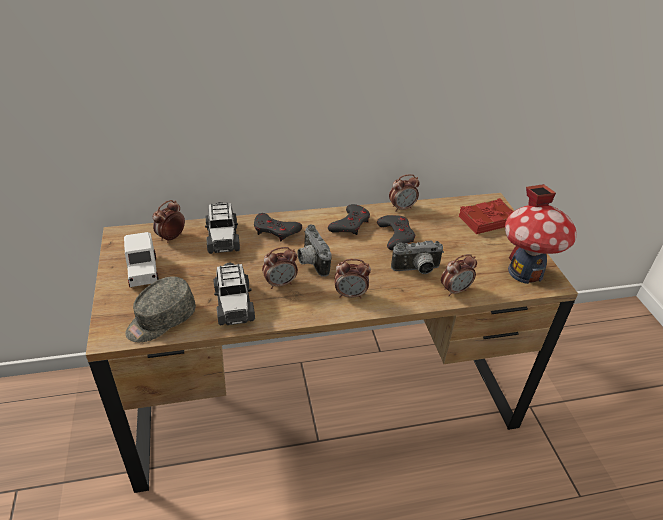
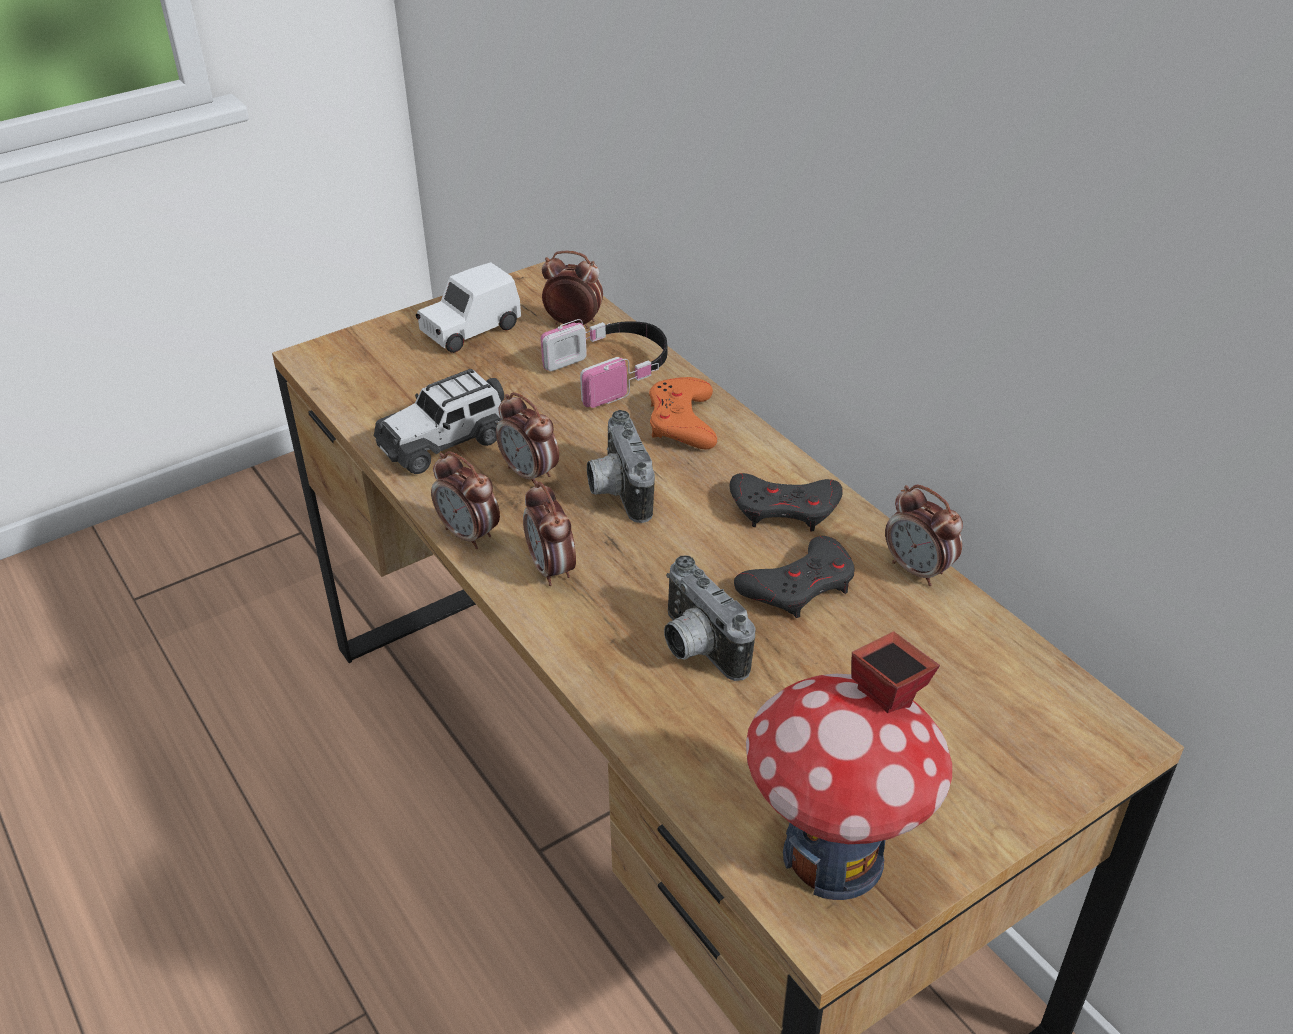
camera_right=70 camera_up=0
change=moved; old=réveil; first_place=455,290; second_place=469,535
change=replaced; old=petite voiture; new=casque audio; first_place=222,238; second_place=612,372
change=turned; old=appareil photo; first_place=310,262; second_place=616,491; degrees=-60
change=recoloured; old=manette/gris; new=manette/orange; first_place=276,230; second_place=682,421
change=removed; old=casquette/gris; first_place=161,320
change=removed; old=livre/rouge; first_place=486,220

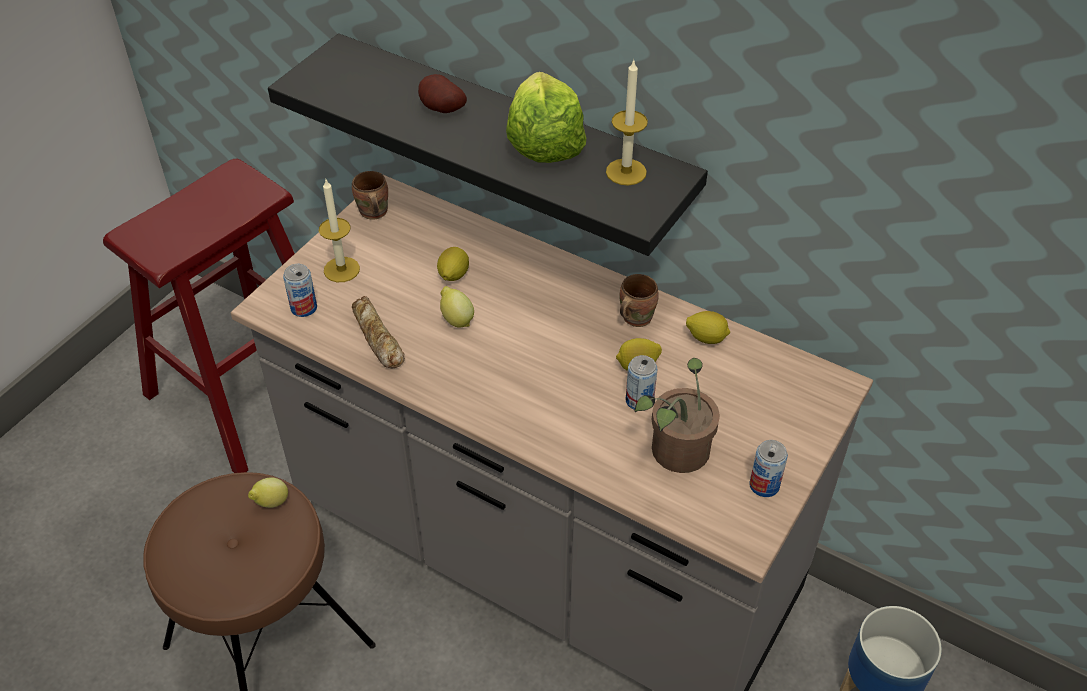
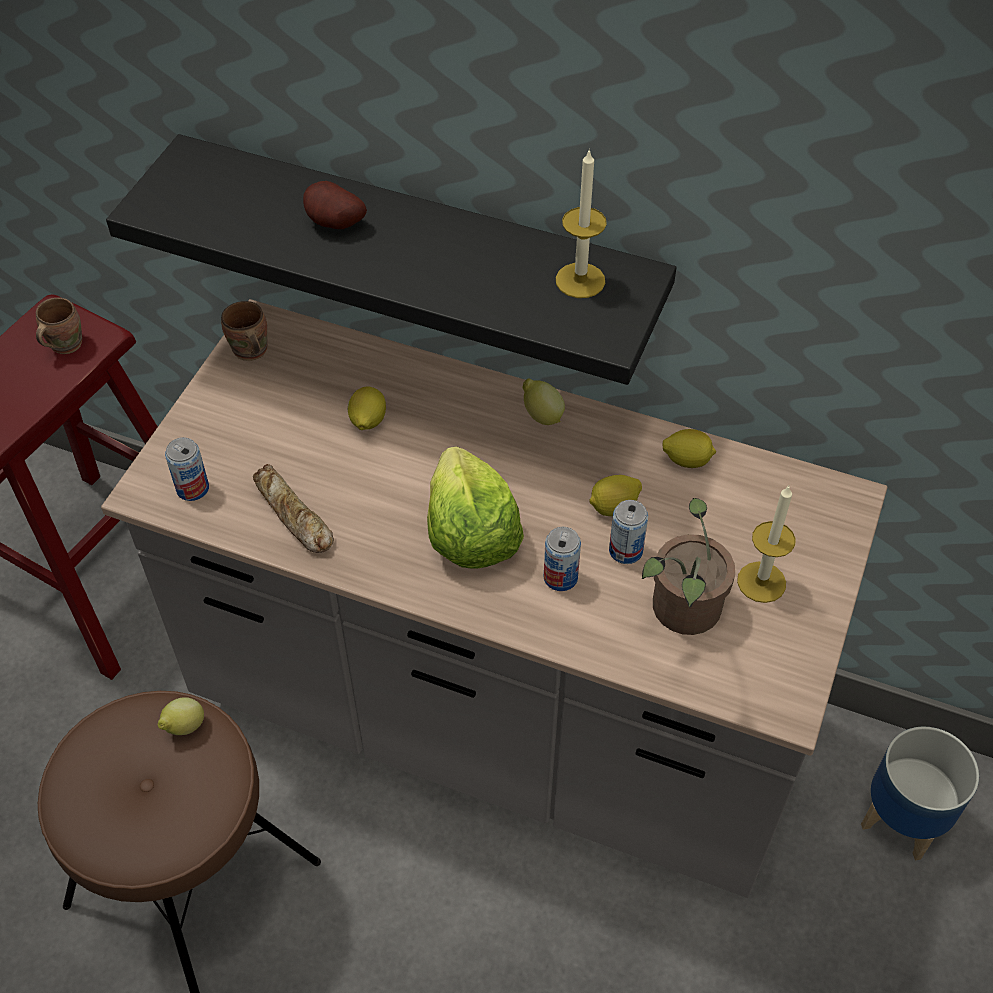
camera_right=-10 camera_up=5
change=moved; old=mug/marron; first_place=634,317; second_place=63,344
change=moved; old=laitue; first_place=544,143; second_place=470,533
change=moved; old=citron; first_place=456,319; second_place=541,415
change=moved; old=boîte métallique; first_place=764,485; second_place=560,577
change=moved; old=bougie; first_place=341,269; second_place=761,582

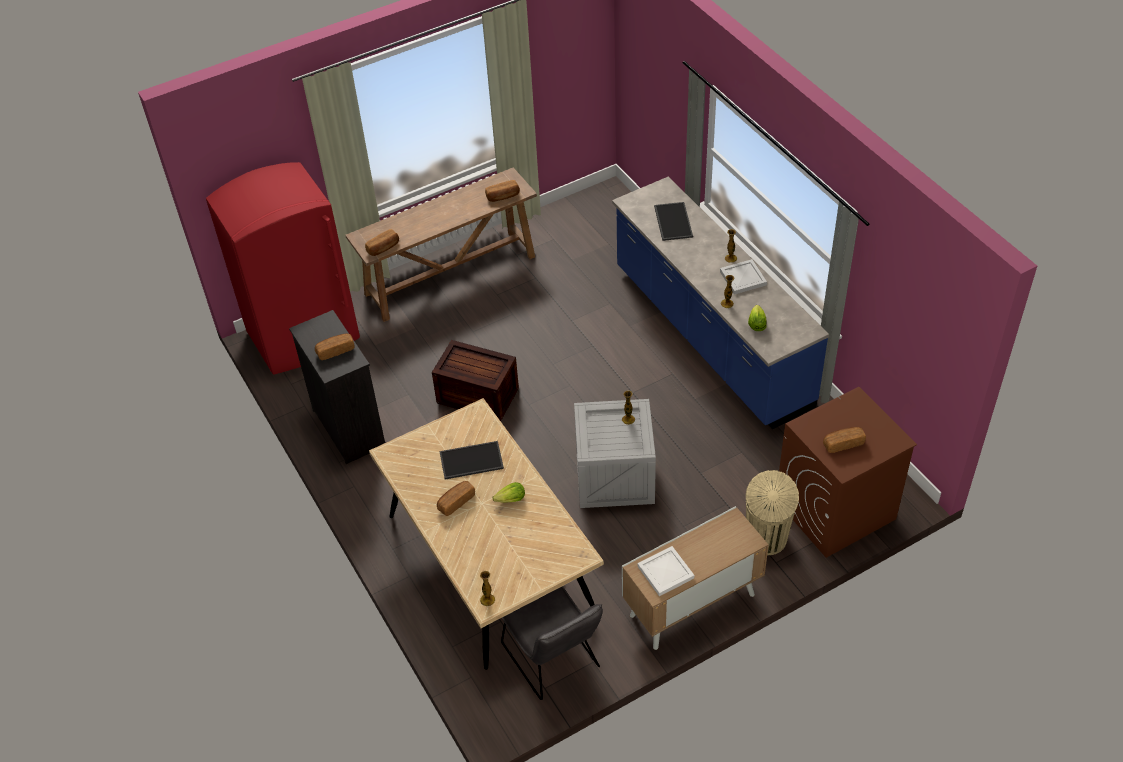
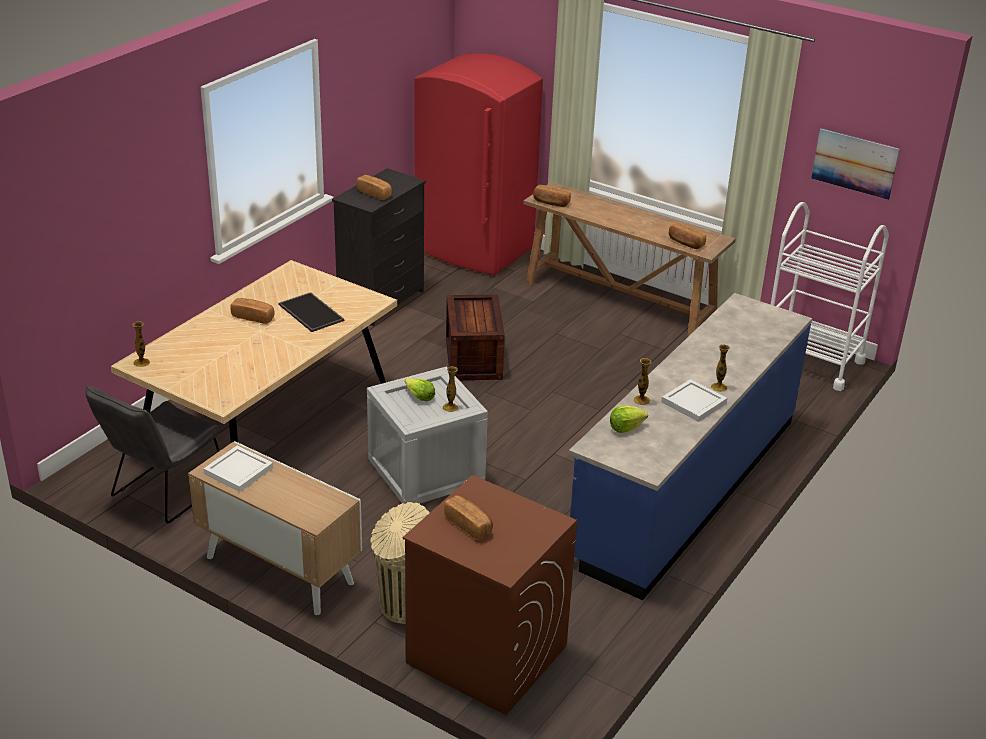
camera_right=60 camera_up=-15
change=moved; old=laitue; first_place=511,499; second_place=419,397
change=added; new=chariot/blanc; second_place=811,362
change=added; new=tableau; second_place=854,163
change=removed; old=plateau; first_place=672,221

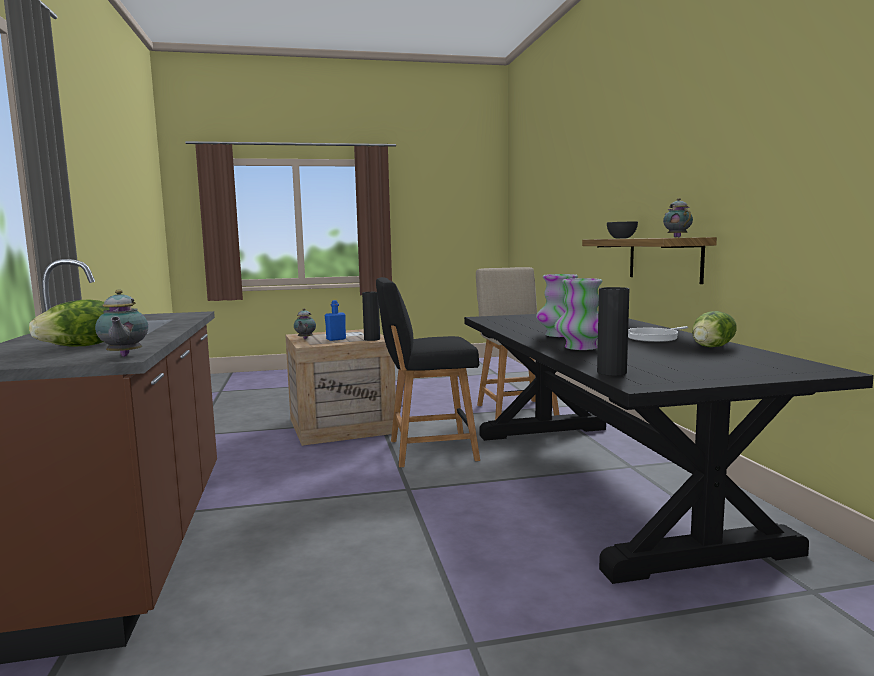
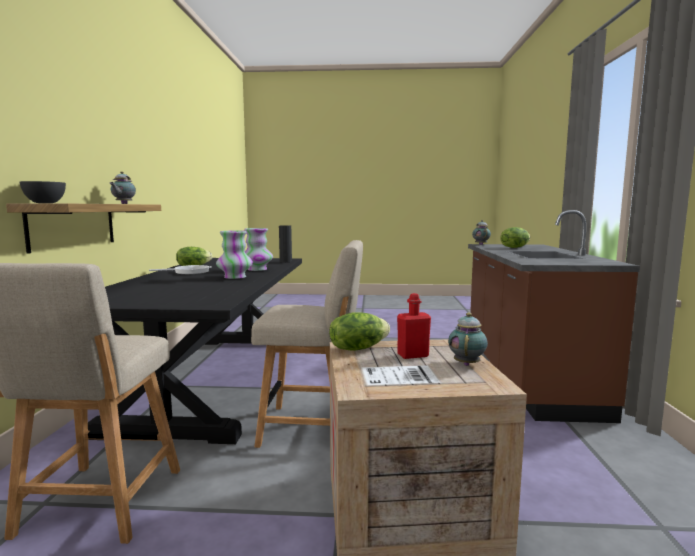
camera_right=-165 camera_up=0
change=recoloured; old=chaise/noir; new=chaise/beige; first_place=427,450; second_place=313,427
change=replaced; old=vase/noir; new=laitue; first_place=372,339; second_place=357,348
change=recoloured; old=bouteille/bleu; new=bouteille/rouge; first_place=336,339; second_place=413,355

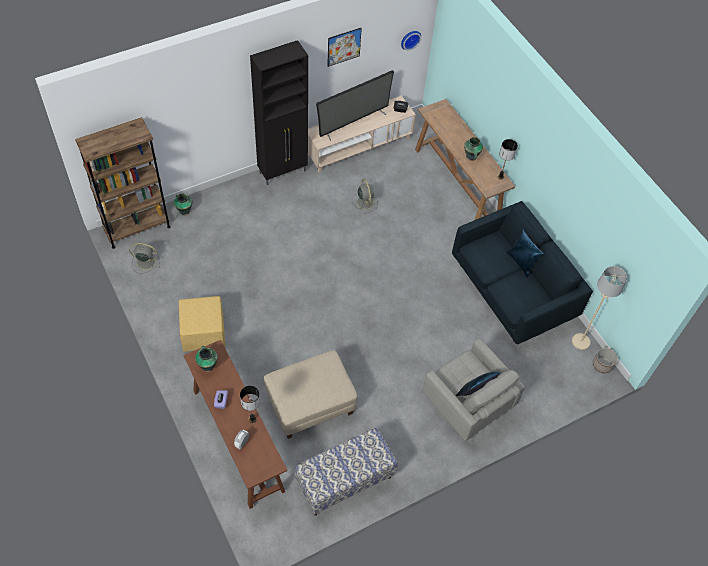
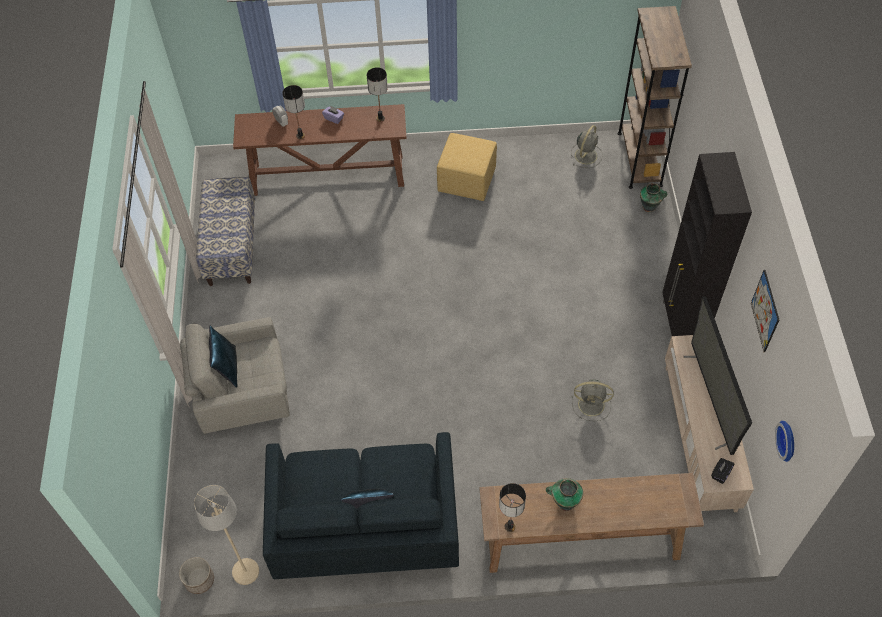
camera_right=120 camera_up=0
change=replaced; old=vase; new=lampe de table; first_place=207,365; second_place=380,118
change=removed; old=pouf/beige; first_place=310,404

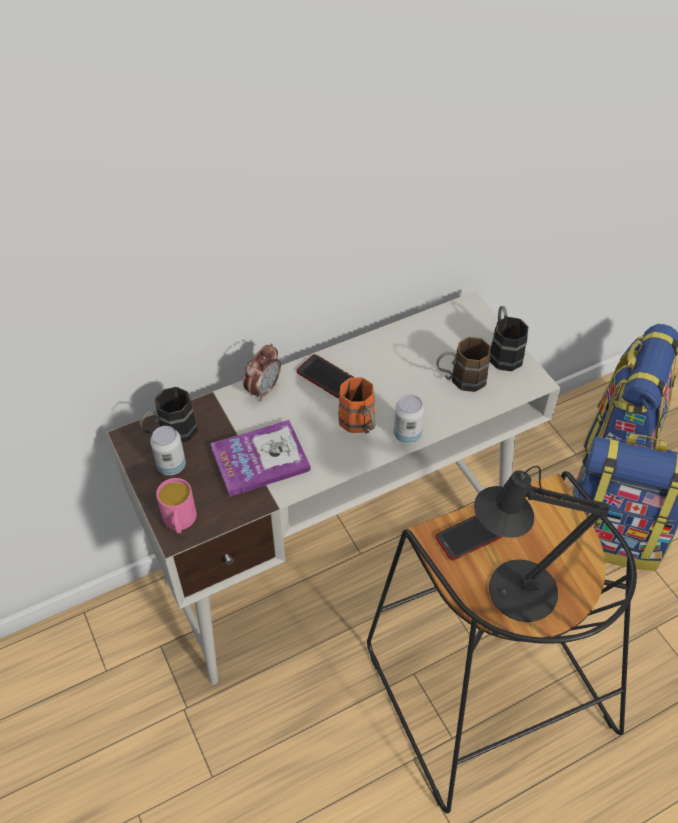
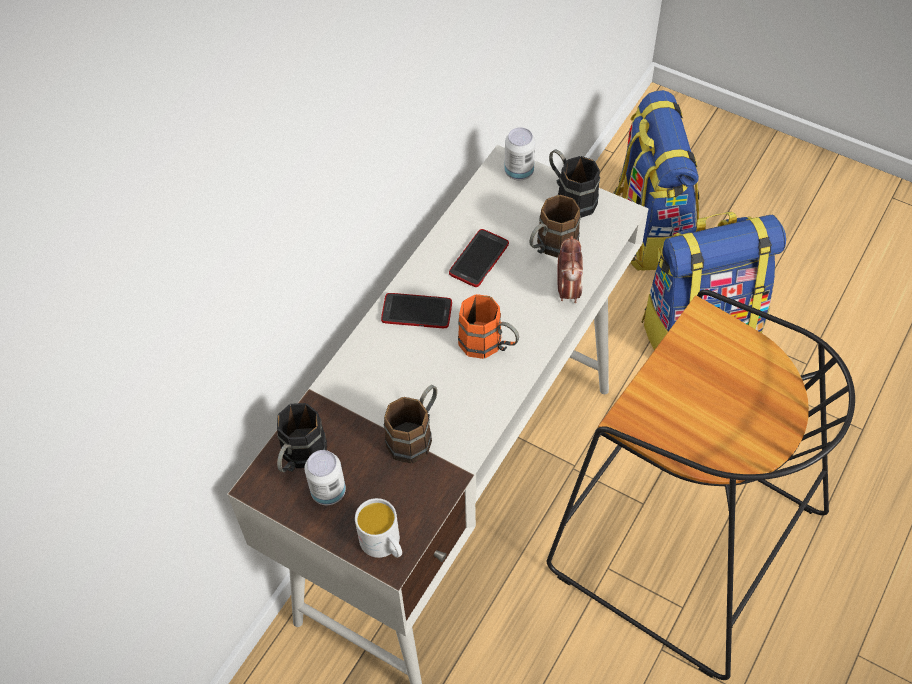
camera_right=-30 camera_up=5
change=recoloured; old=mug/rose; new=mug/blanc; first_place=180,522; second_place=384,545
change=replaced; old=livre; new=mug/marron; first_place=260,459; second_place=416,434
change=moved; old=téléphone; first_place=469,536; second_place=479,259
change=moved; old=boîte métallique; first_place=407,434; second_place=519,172
change=moved; old=réveil; first_place=263,390; second_place=568,290
change=removed; old=lampe de table/noir; first_place=512,592

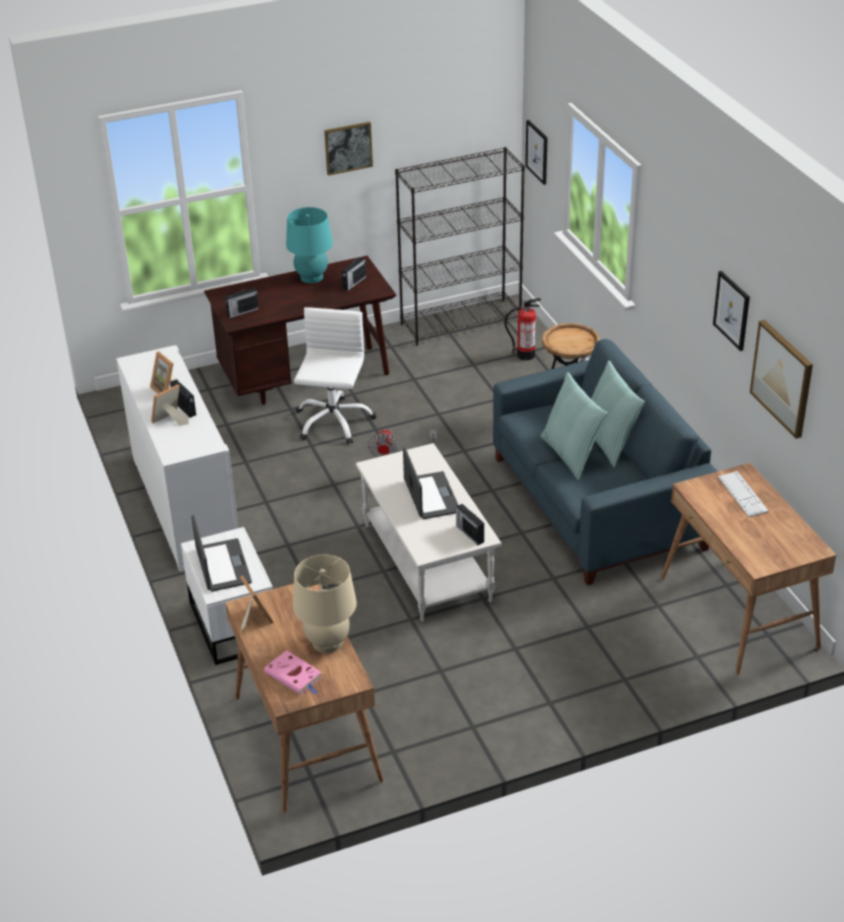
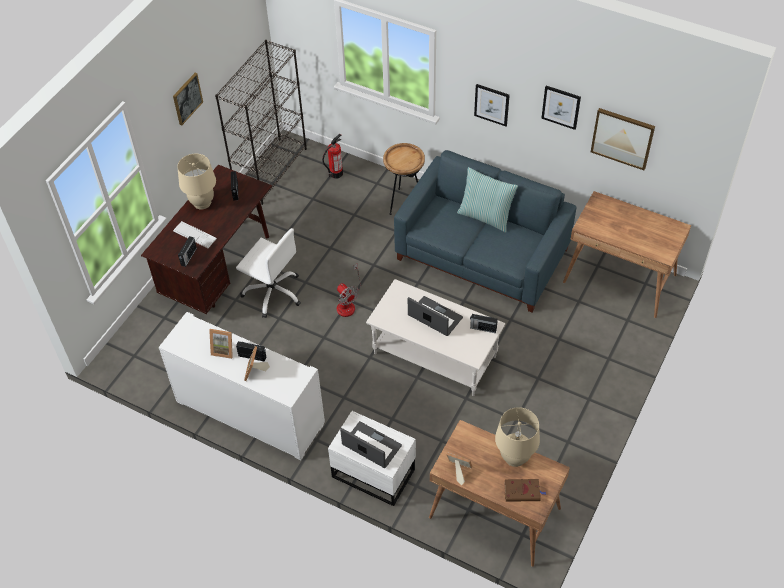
camera_right=-40 camera_up=15
change=moved; old=clavier; first_place=742,494; second_place=194,235
change=recoloured; old=lampe de table/turquoise; new=lampe de table/beige; first_place=311,277; second_place=202,202
change=turned; old=chaise de bureau/blanc; first_place=333,421; second_place=273,292; degrees=150
change=moved; old=tableau; first_place=537,152; second_place=491,104
change=recoloured; old=livre/rose; new=livre/marron; first_place=295,676; second_place=523,491
change=removed; old=coussin; first_place=571,455

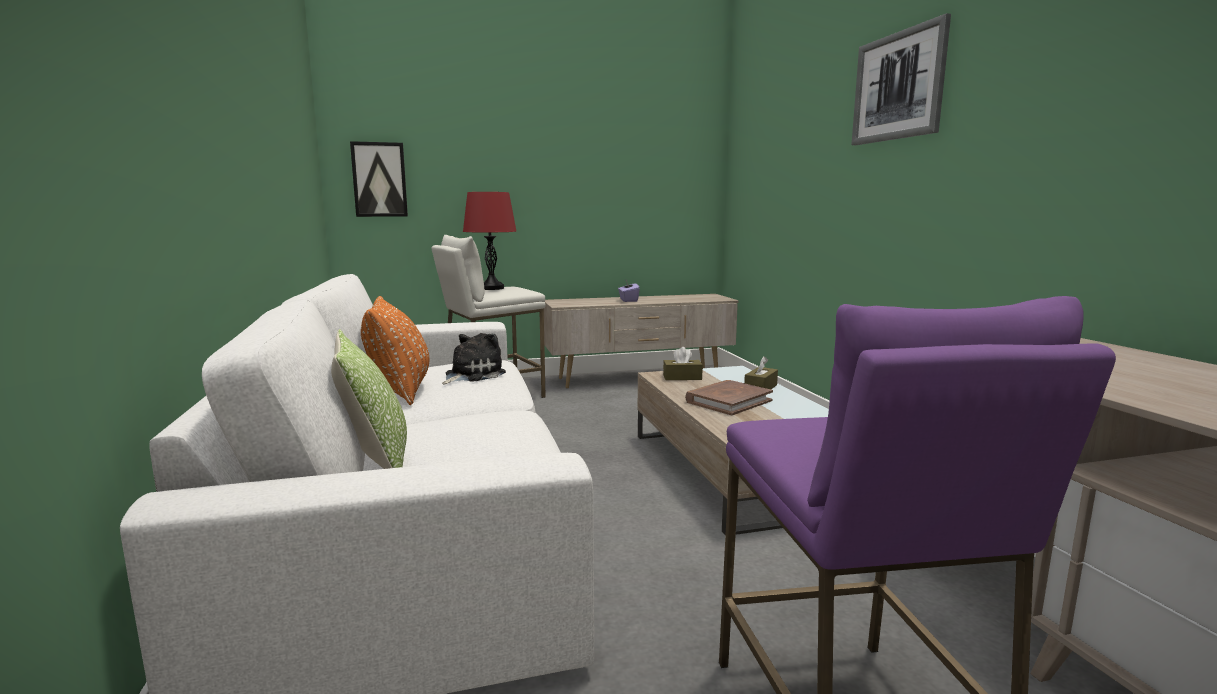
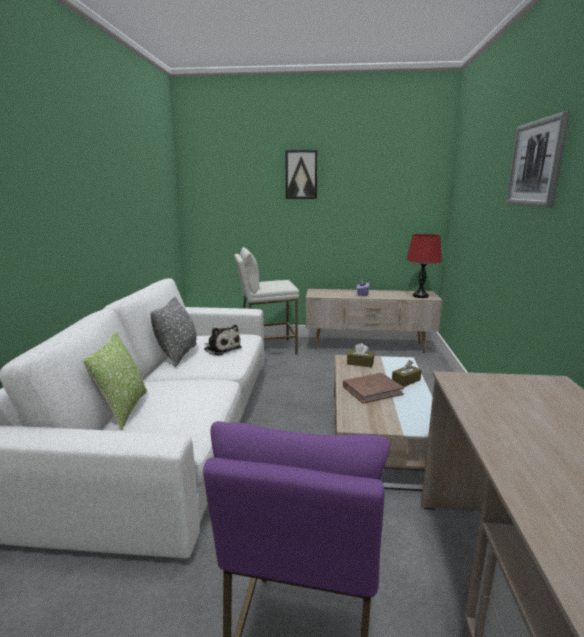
camera_right=20 camera_up=5
change=recoloured; old=coussin/orange; new=coussin/gris; first_place=399,391; second_place=178,355
change=turned; old=peluche; first_place=471,375; second_place=221,348; degrees=75
change=moved; old=tableau; first_place=379,179; second_place=301,174
change=moved; old=lampe de table/rouge; first_place=492,288; second_place=420,296

